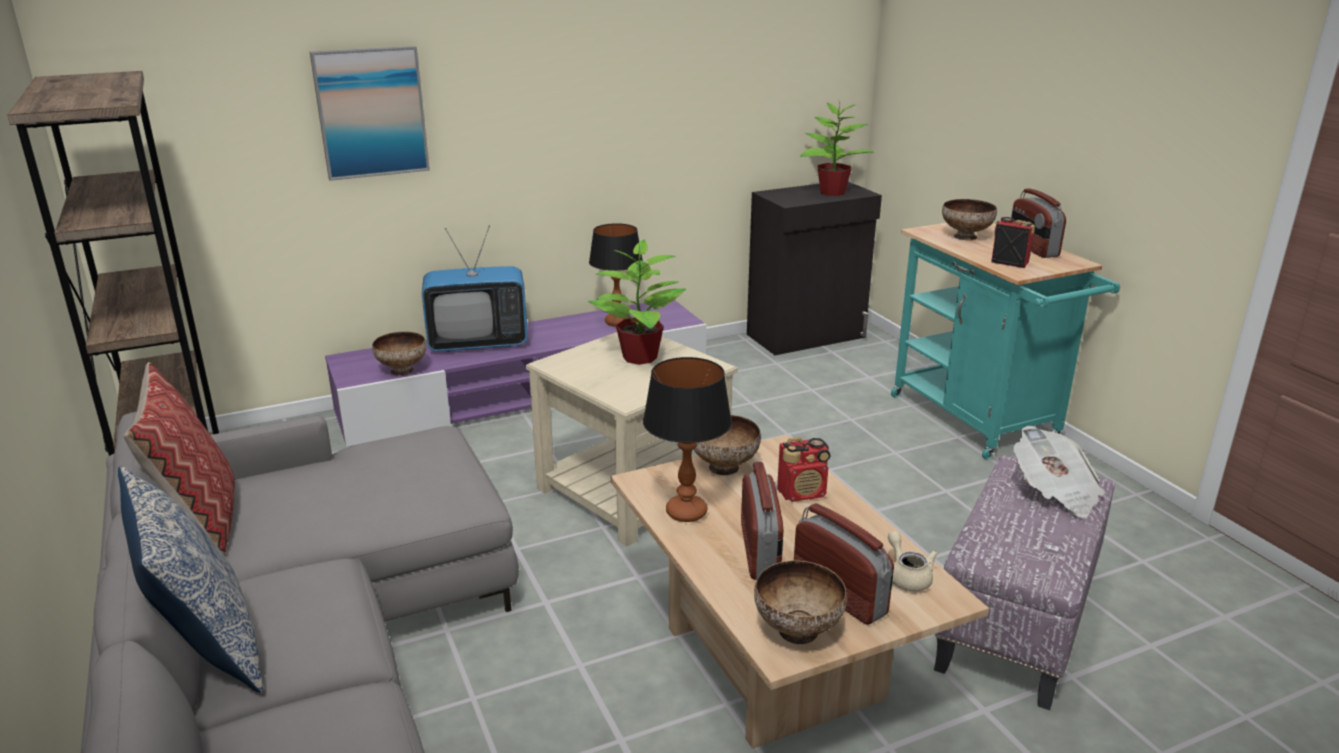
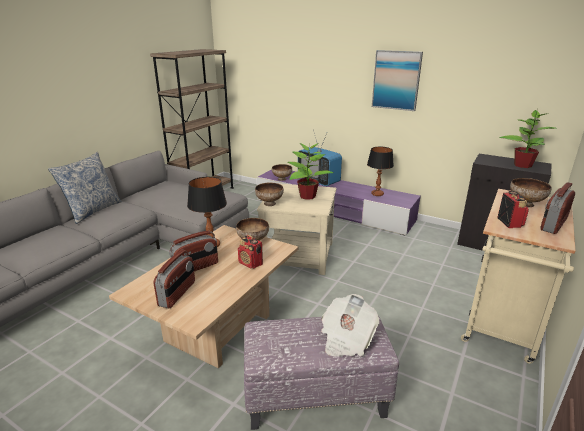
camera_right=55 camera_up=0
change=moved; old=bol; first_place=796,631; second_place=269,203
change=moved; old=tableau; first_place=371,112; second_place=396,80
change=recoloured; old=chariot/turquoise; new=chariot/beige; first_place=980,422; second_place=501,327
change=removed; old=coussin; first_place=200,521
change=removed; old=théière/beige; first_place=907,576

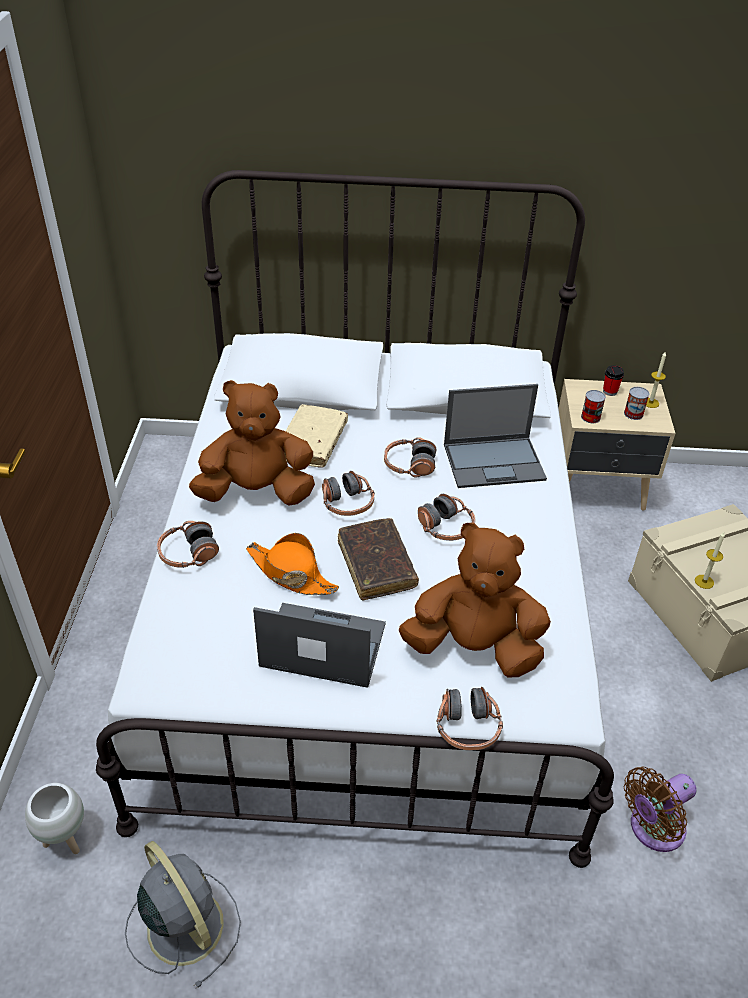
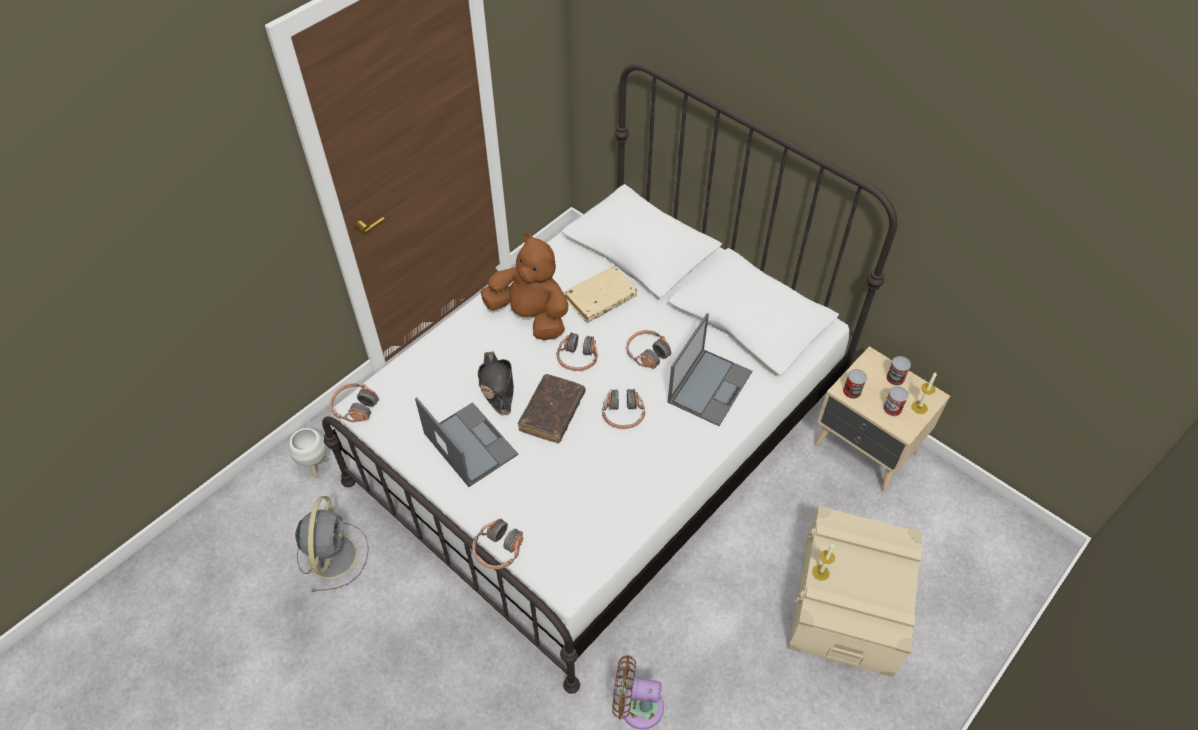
camera_right=40 camera_up=10
change=moved; old=casque audio; first_place=188,554; second_place=355,407
change=recoloured; old=chapeau/orange; new=chapeau/noir; first_place=290,573; second_place=497,386
change=turned; old=ordinateur portable; first_place=495,462; second_place=710,386; degrees=-90
change=replaced; old=tasse; new=boîte métallique; first_place=610,391; second_place=895,378
change=removed; old=peluche/marron; first_place=474,647

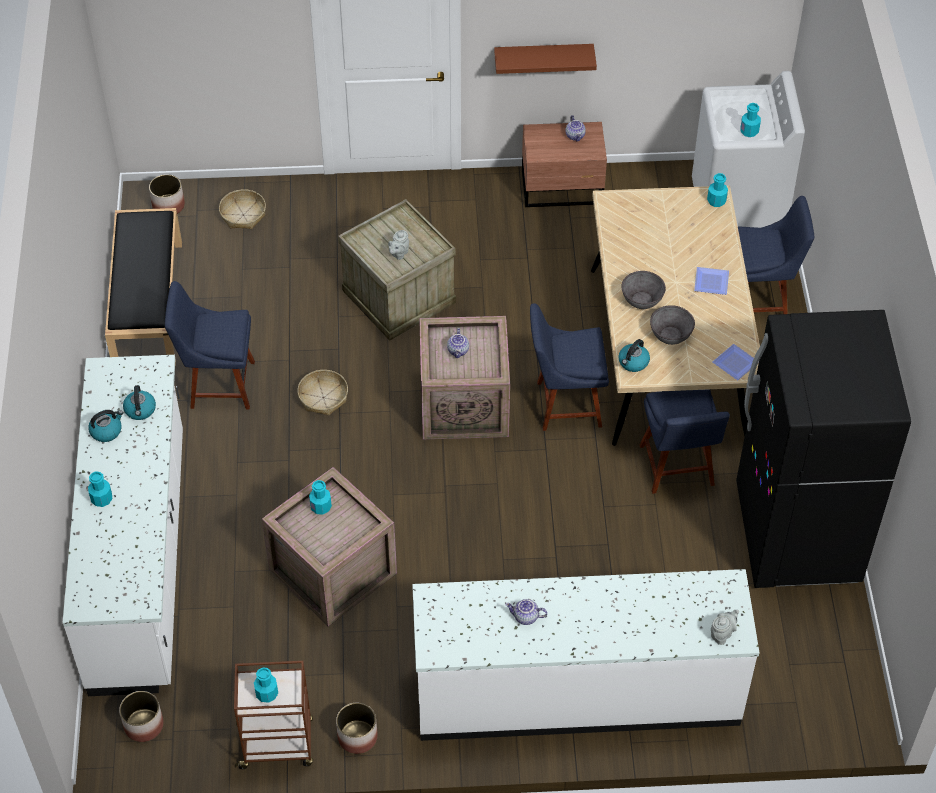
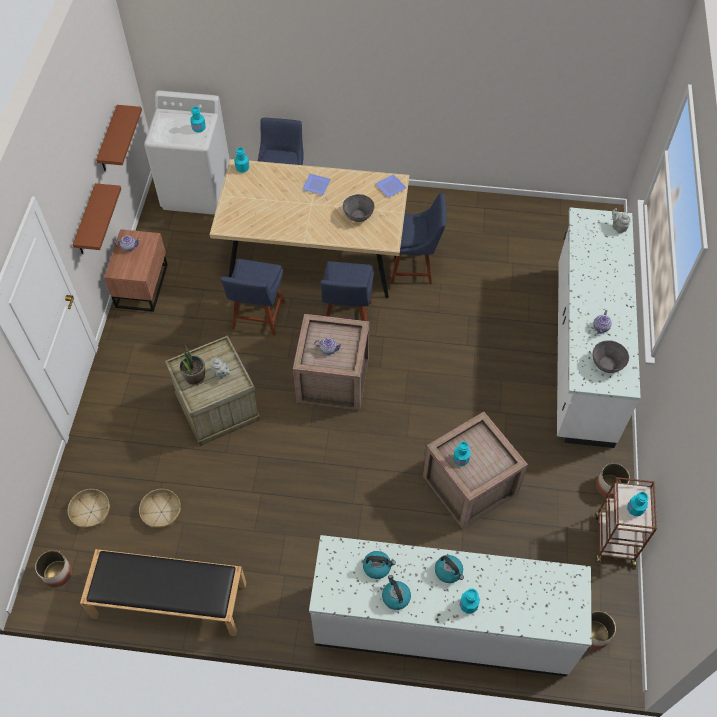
camera_right=-80 camera_up=5
change=added; new=étagère/marron; second_place=109,141
change=moved; old=panier; first_place=323,397; second_place=161,511
change=added; new=plante en pot; second_place=195,377
change=moved; old=chaise/bleu; first_place=218,384; second_place=257,317
change=moved; old=bouilloire; first_place=633,362; second_place=449,571
change=moved; old=bol/gris; first_place=642,300; second_place=607,364
change=removed; old=réfrigérateur/noir; first_place=797,535

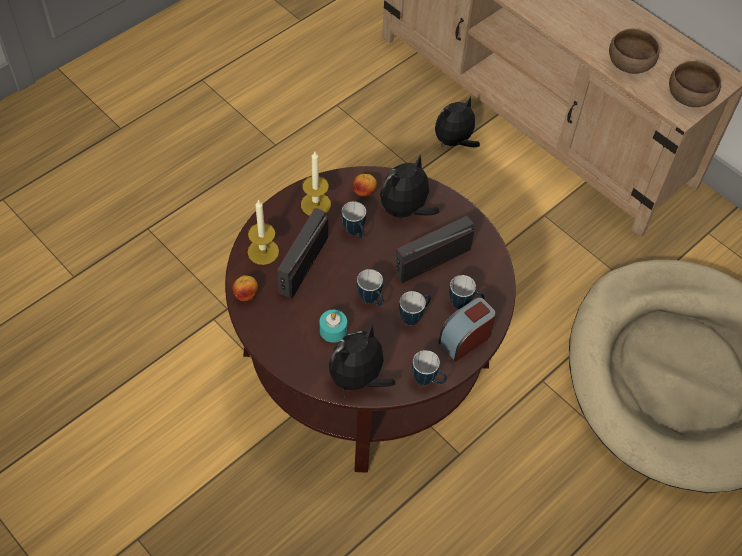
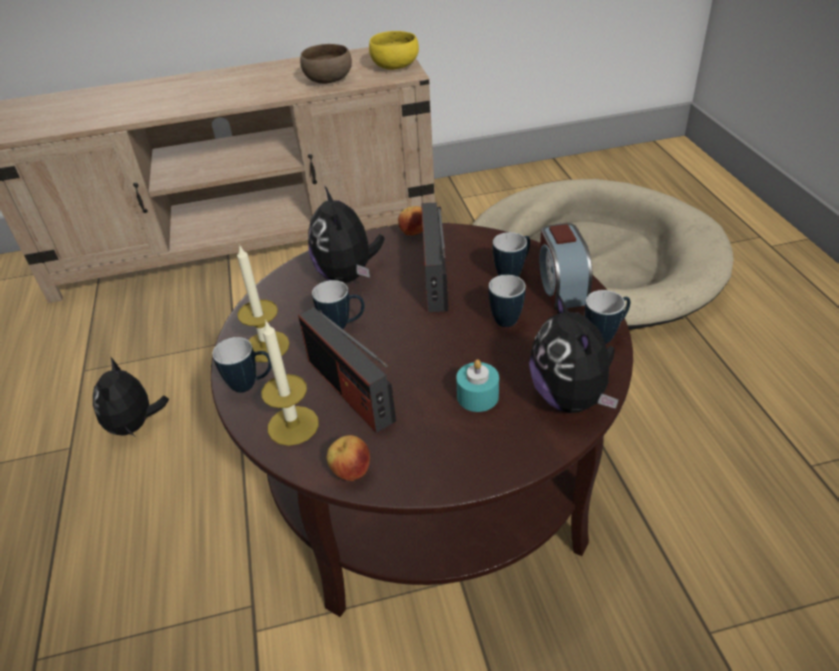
camera_right=-55 camera_up=-15
change=moved; old=peluche; first_place=454,142; second_place=135,425
change=moved; old=mug; first_place=372,301; second_place=250,384
change=recoloured; old=bol/marron; new=bol/jaune; first_place=689,96; second_place=394,66
change=moved; old=pomme; first_place=364,192; second_place=413,233

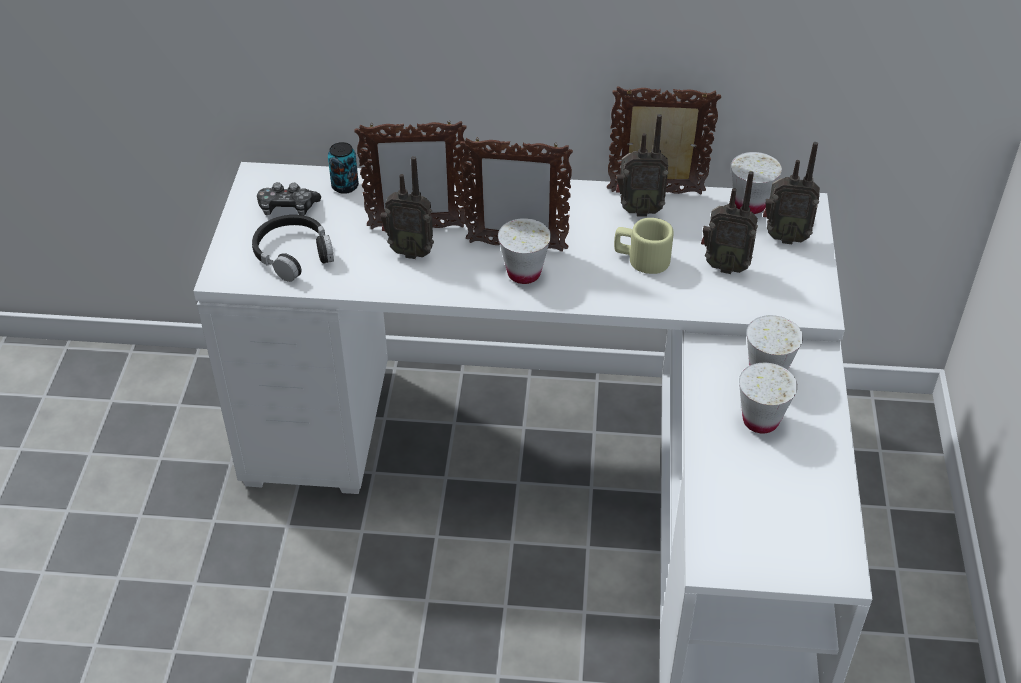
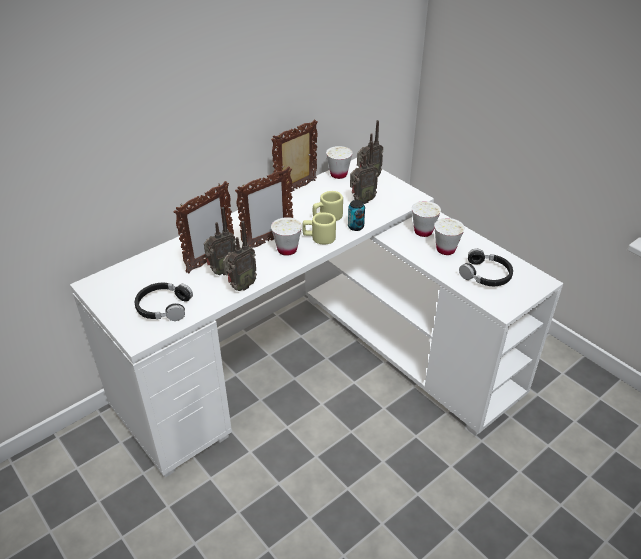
camera_right=-45 camera_up=-5
change=moved; old=radio; first_place=638,210; second_place=240,287
change=added; new=mug/beige; second_place=319,237
change=moved; old=boîte métallique; first_place=345,186; second_place=355,227
change=added; new=casque audio/noir; second_place=486,275
change=removed; old=manette; first_place=287,208

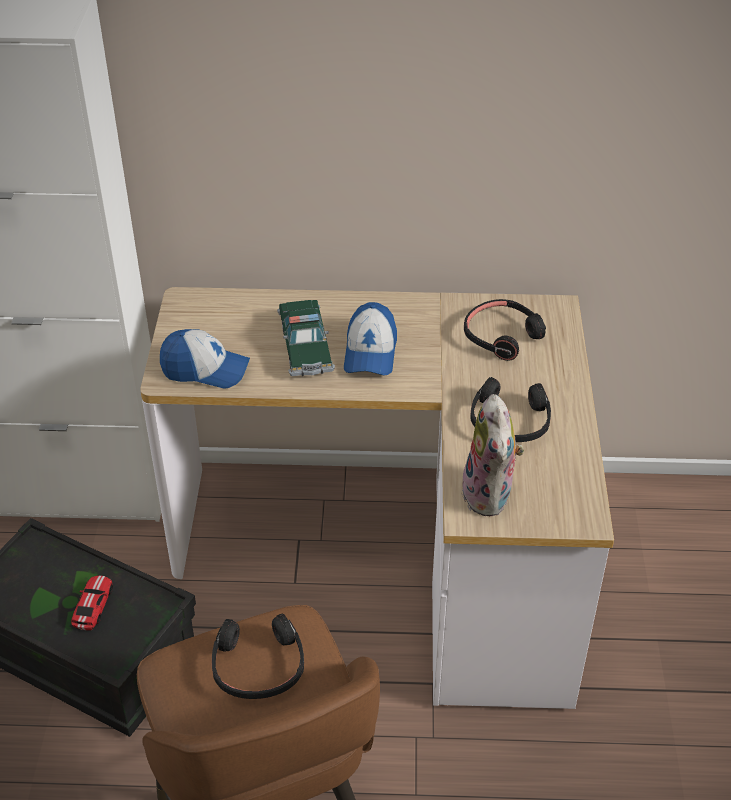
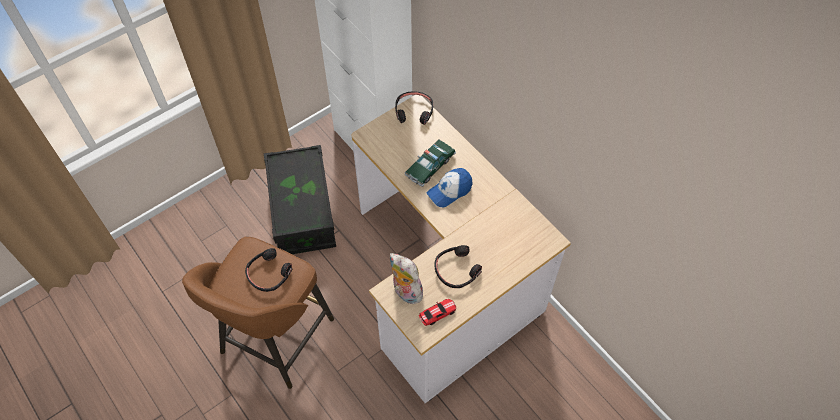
camera_right=50 camera_up=15
change=turned; old=peluche; first_place=491,495; second_place=405,292; degrees=90
change=moved; old=casque audio/noir; first_place=501,336; second_place=414,111
change=moved; old=petite voiture; first_place=93,606; second_place=437,313
change=removed; old=casquette; first_place=205,369

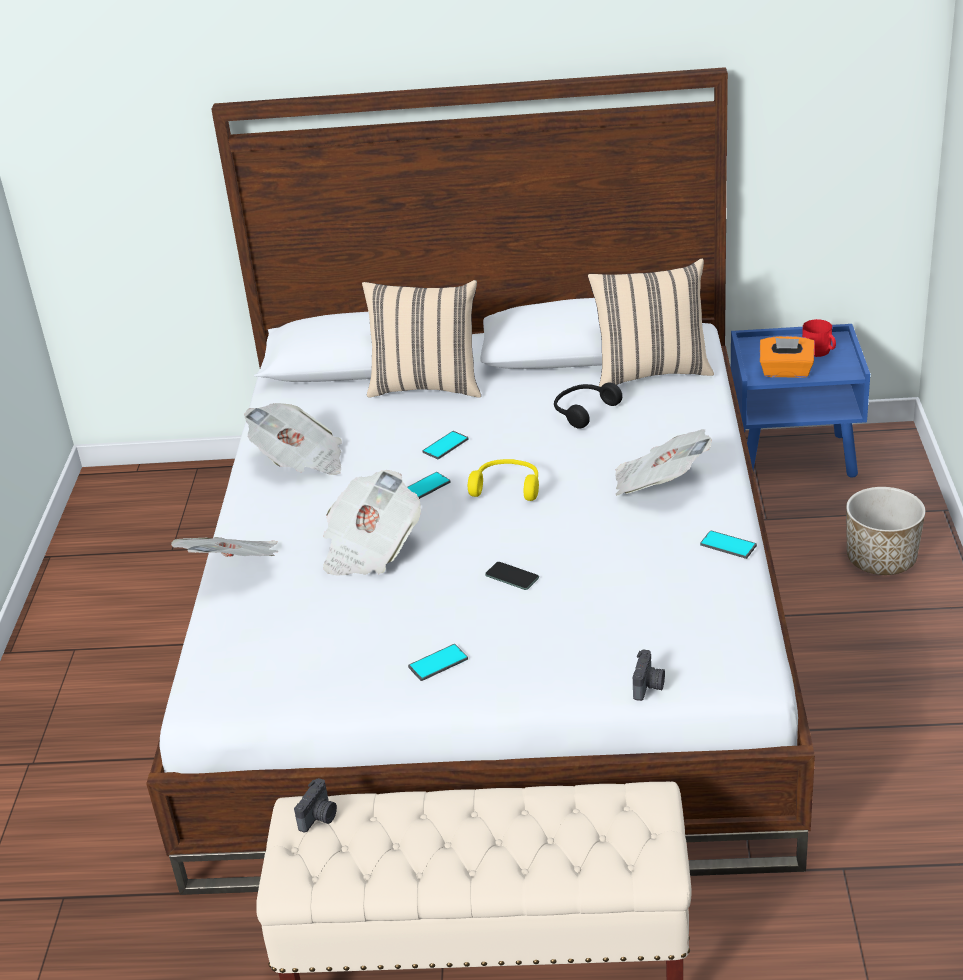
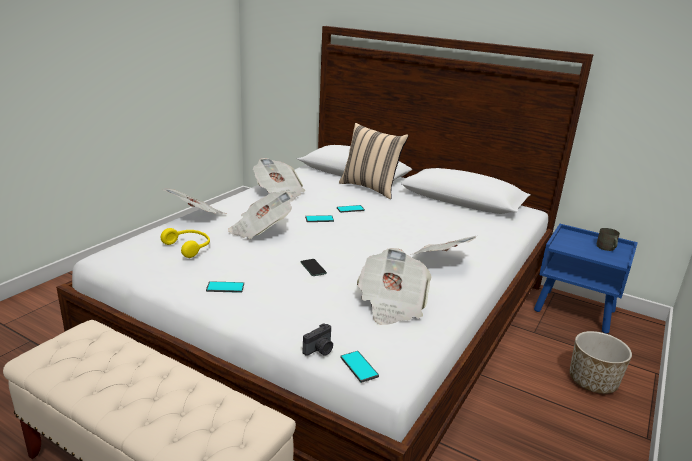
camera_right=25 camera_up=-10
change=moved; old=casque audio/jaune; first_place=507,487; second_place=189,247
change=moved; old=téléphone; first_place=728,545; second_place=359,367
change=added; new=journal; second_place=391,304
change=recoloured; old=mug/rouge; new=mug/gris; first_place=819,351; second_place=606,248
change=removed; old=appareil photo; first_place=319,817
change=removed; old=casque audio/noir; first_place=583,411
change=removed; old=coussin/beige; first_place=651,372
change=removed; old=boîte à mouchoirs/orange; first_place=786,372

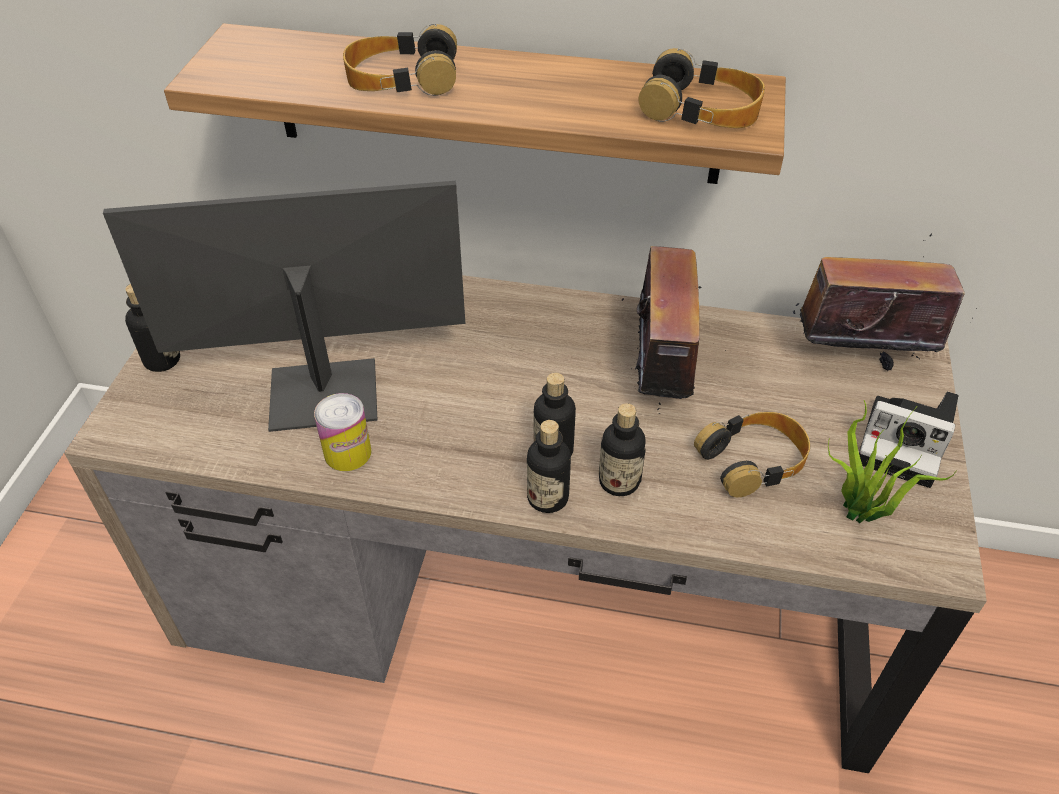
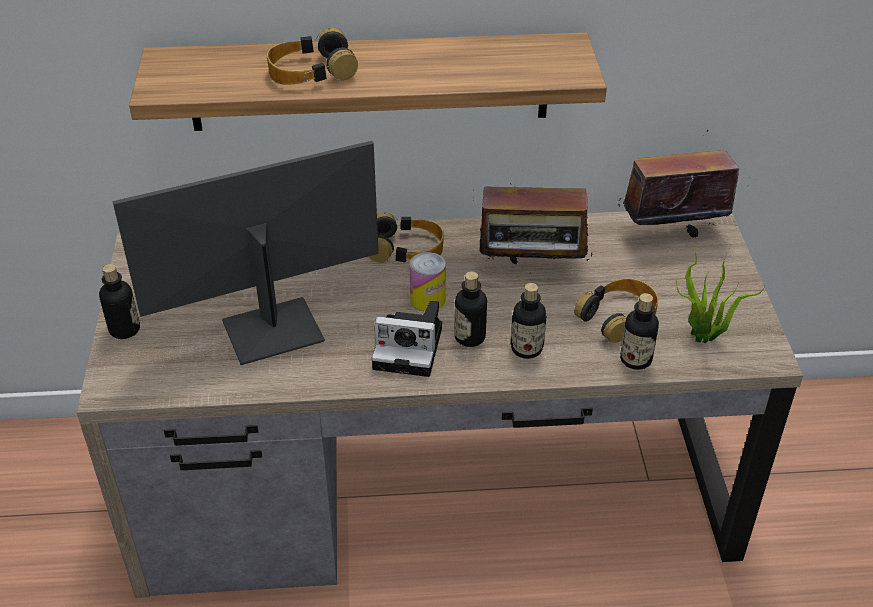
camera_right=-15 camera_up=-5
change=moved; old=casque audio; first_place=701,109; second_place=406,248
change=moved; old=appareil photo; first_place=905,444; second_place=411,347
change=moved; old=boîte métallique; first_place=347,453; second_place=427,299
change=turned; old=radio; first_place=662,374; second_place=532,269; degrees=105
change=moved; old=bouteille; first_place=547,498; second_place=635,359

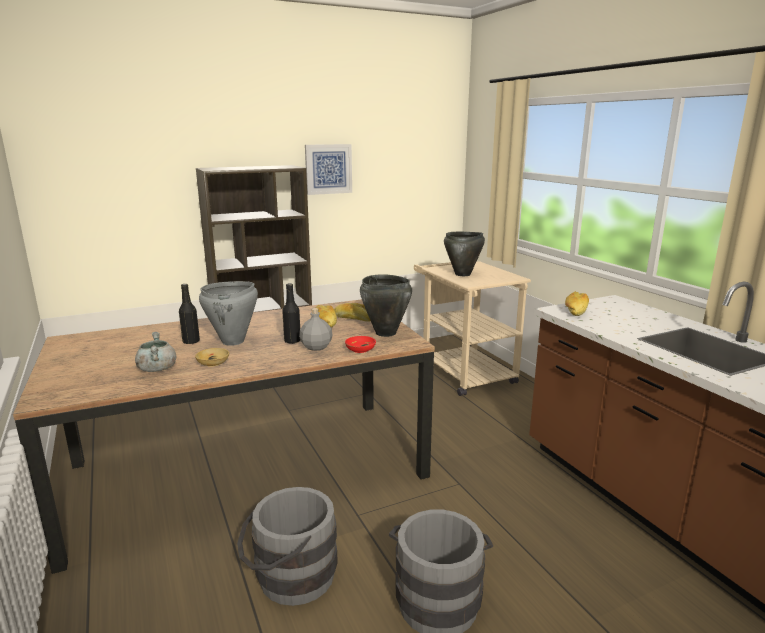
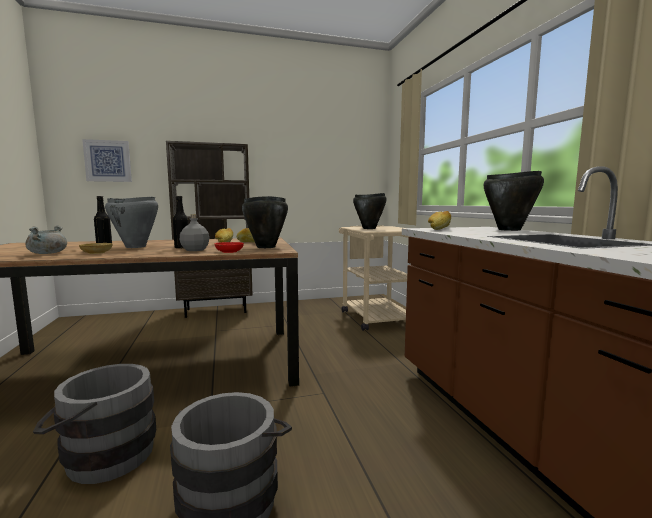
camera_right=10 camera_up=-10
change=moved; old=tableau; first_place=328,169; second_place=108,161
change=added; new=marmite/noir; second_place=509,230

